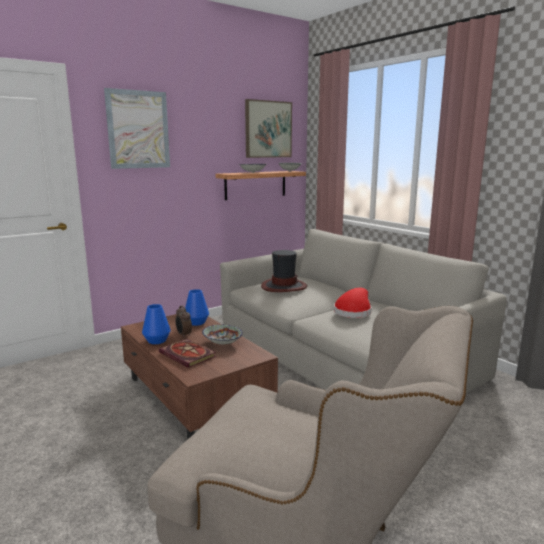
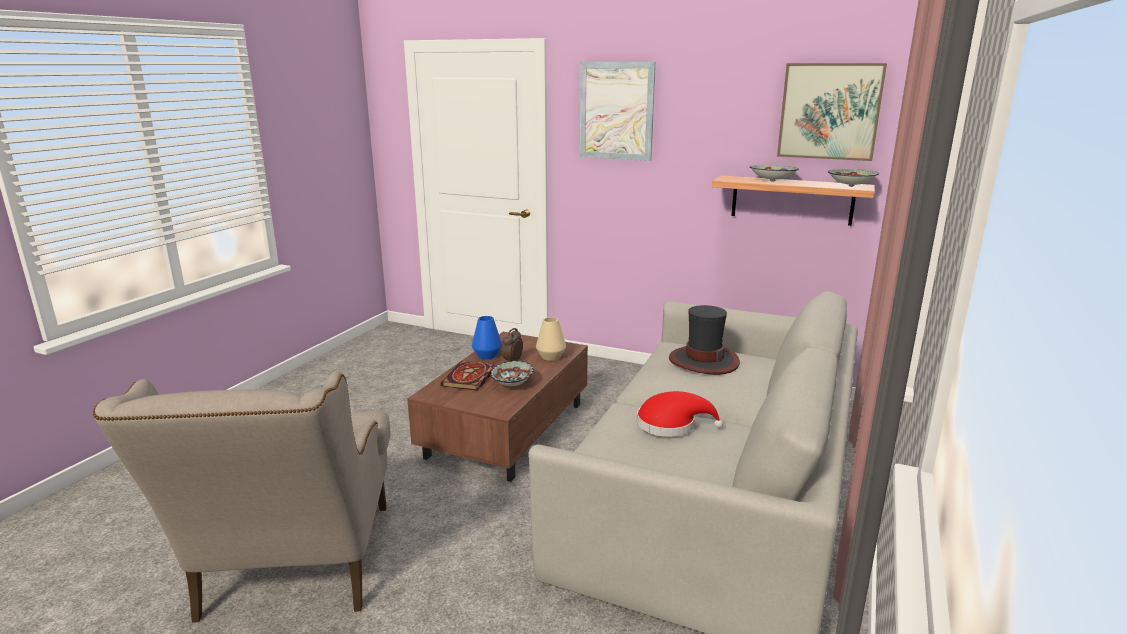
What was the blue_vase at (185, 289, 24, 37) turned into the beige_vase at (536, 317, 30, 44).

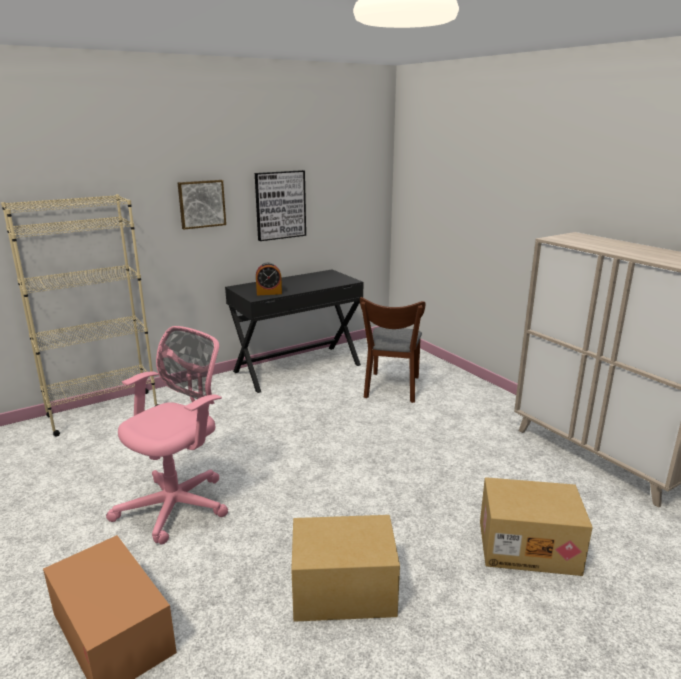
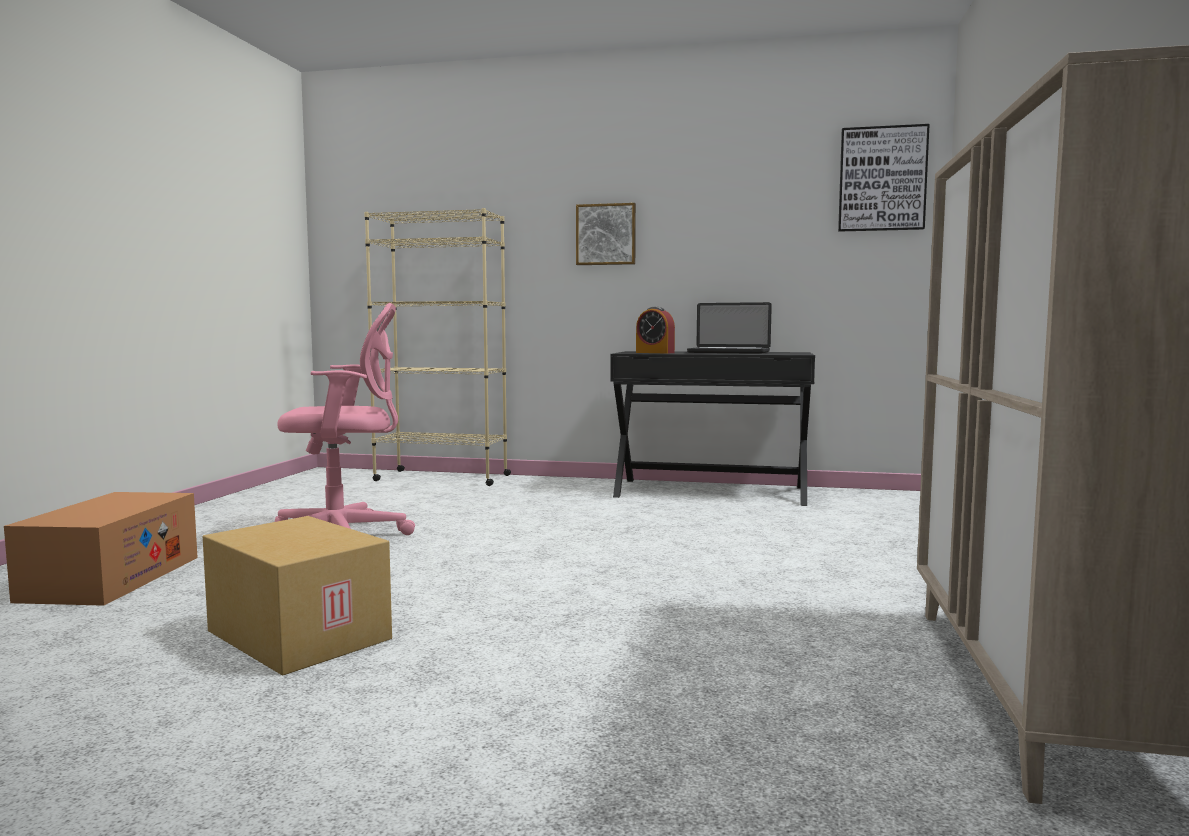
The second view gained the laptop at (687, 302, 85, 52). The picture ended up elsewhere, having gone from (255, 170, 51, 71) to (838, 124, 92, 108). The second view lost the brown_chair at (360, 297, 65, 106). The second view lost the cardboard_box at (480, 477, 113, 99).

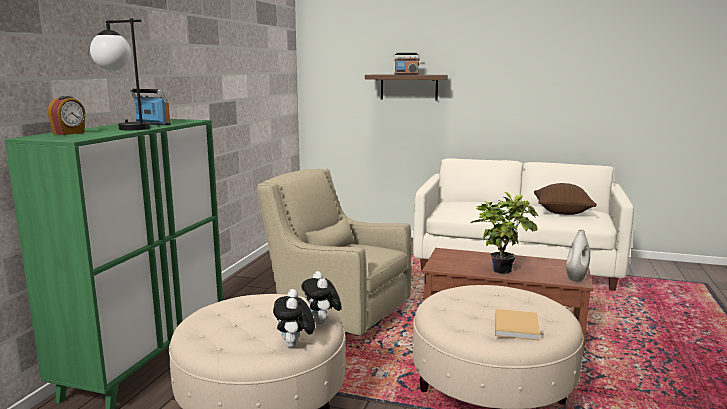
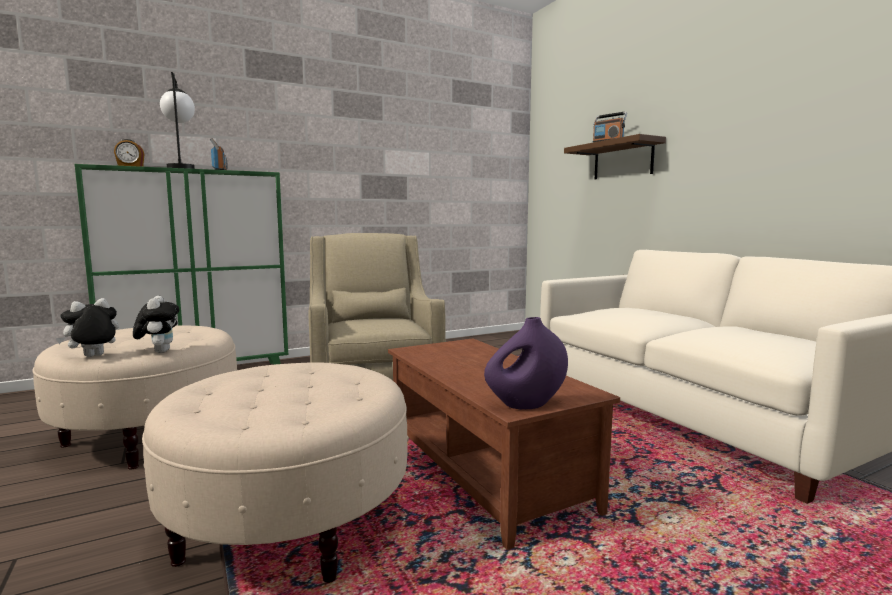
The plush_toy at (301, 271, 41, 54) ended up facing another way, 135 degrees clockwise from before. What was the white_vase at (566, 229, 24, 52) turned into the purple_vase at (484, 317, 84, 93). The second view lost the potted_plant at (470, 192, 68, 82). The second view lost the beige_book at (495, 309, 45, 32). The second view lost the brown_pillow at (534, 183, 62, 32).

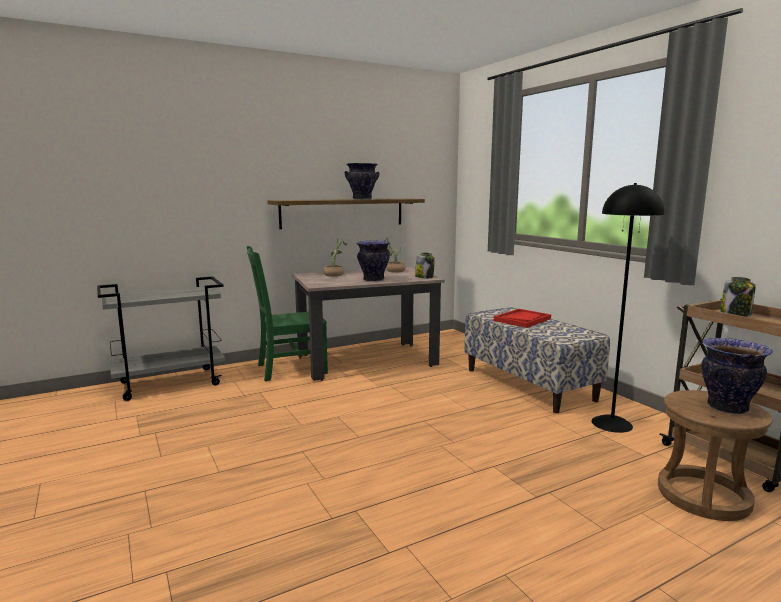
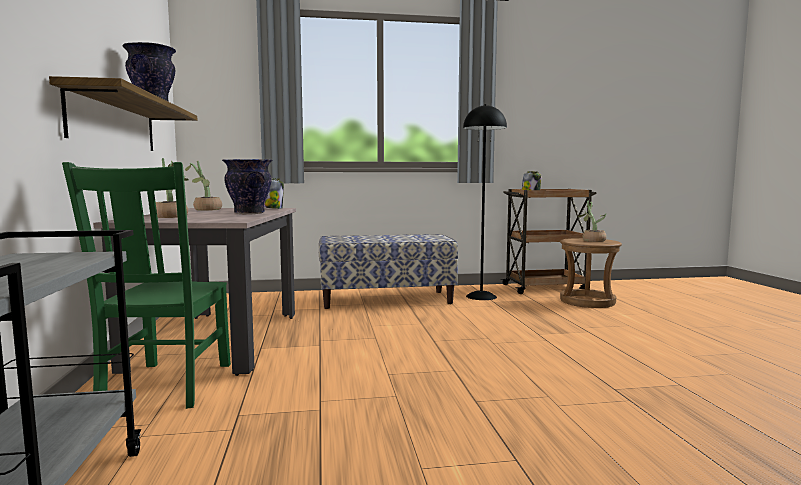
Where the vase stood at (701, 338, 72, 76), the potted_plant came to stand at (578, 200, 29, 42). The second view lost the red_tray at (494, 309, 57, 19).

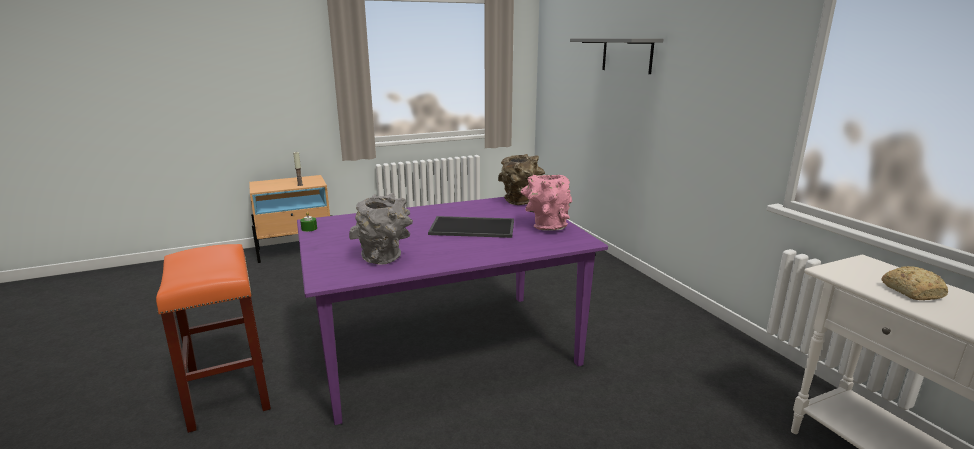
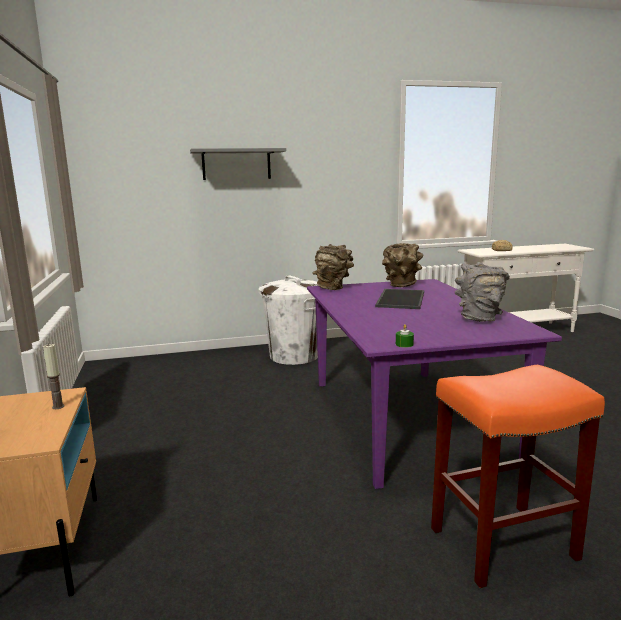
The second view gained the white_trash_can at (259, 275, 59, 90). What was the pink_vase at (521, 175, 51, 56) turned into the brown_vase at (382, 243, 41, 44).

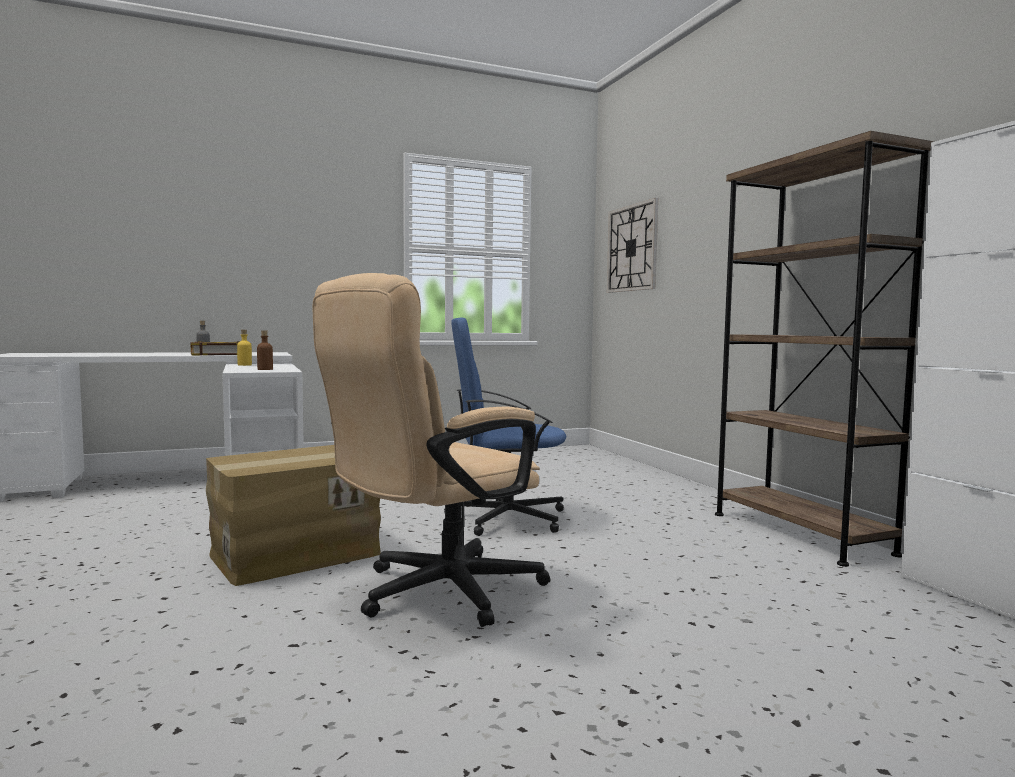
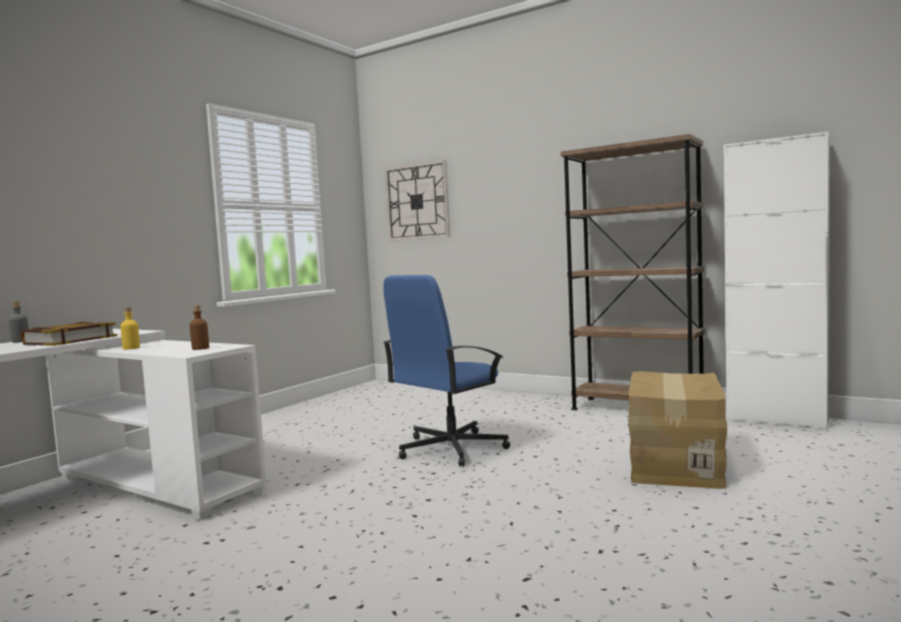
The cardboard_box ended up elsewhere, having gone from (206, 445, 175, 141) to (628, 371, 99, 118). The second view lost the beige_office_chair at (312, 273, 238, 354).

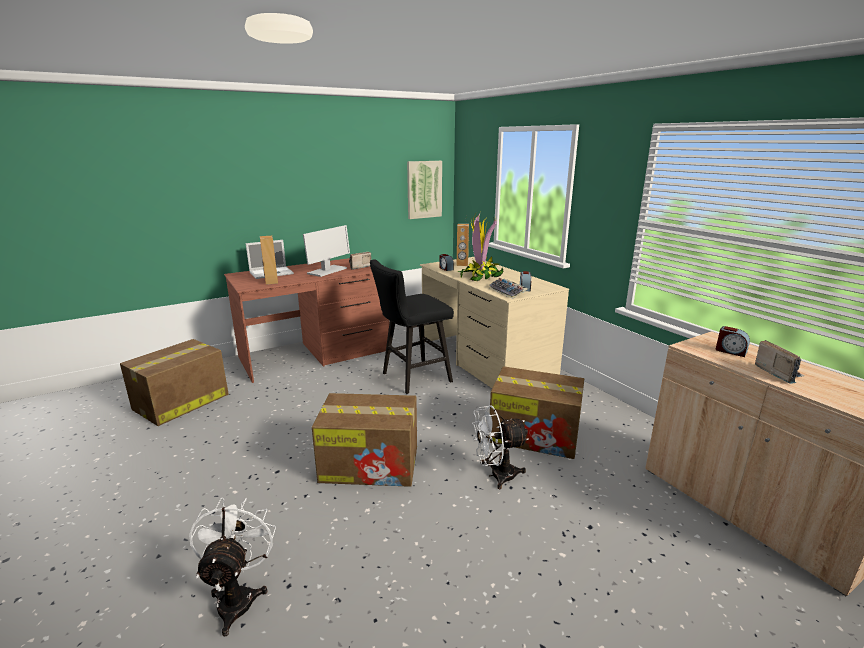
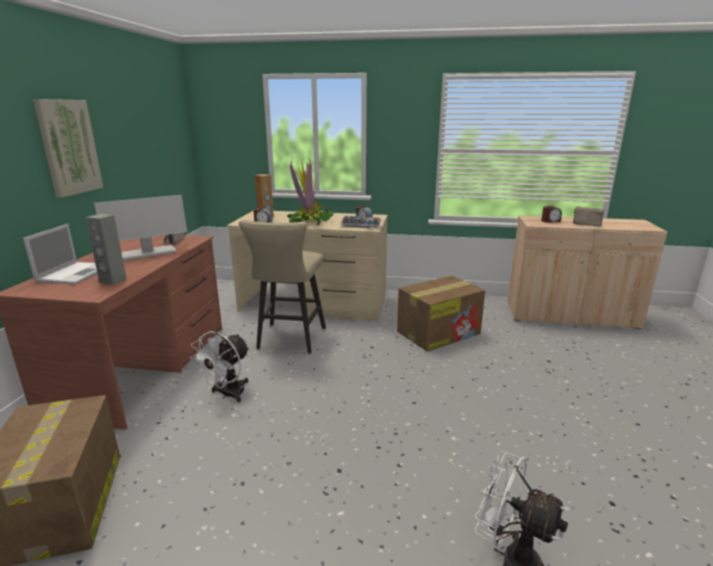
The picture ended up elsewhere, having gone from (407, 161, 35, 58) to (33, 99, 70, 99). What was the brown_speaker at (260, 236, 18, 49) turned into the grey_speaker at (85, 214, 42, 71). The monitor at (303, 225, 47, 52) ended up facing another way, 75 degrees clockwise from before. The white_fan ended up elsewhere, having gone from (472, 405, 57, 84) to (190, 331, 60, 71). What was the black_stool at (370, 260, 84, 134) turned into the beige_stool at (239, 220, 87, 133). The second view lost the cardboard_box at (312, 393, 105, 94).

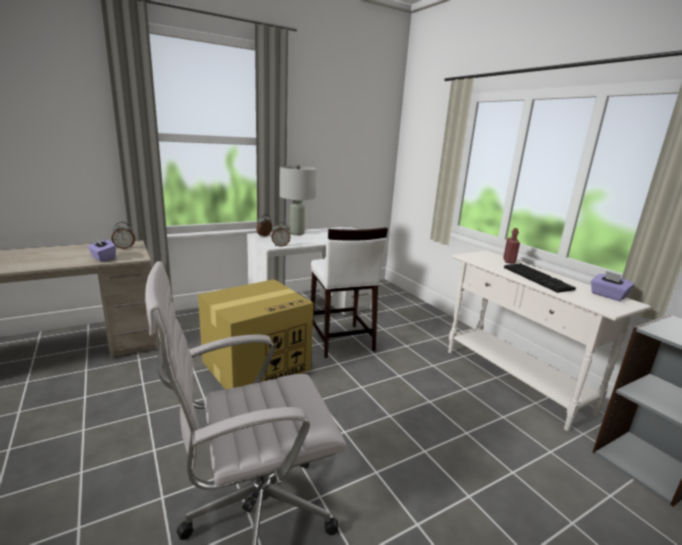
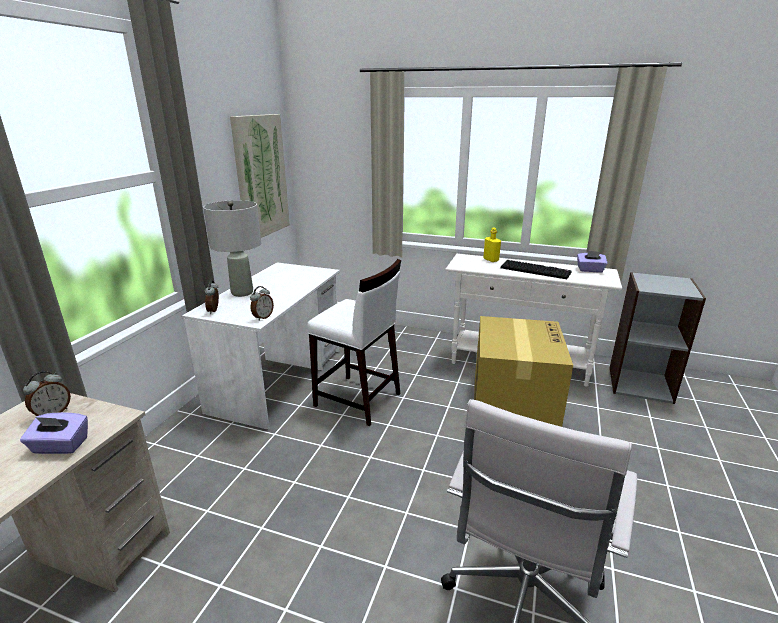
The second view gained the picture at (230, 114, 60, 124). The cardboard_box ended up elsewhere, having gone from (198, 279, 116, 111) to (474, 316, 99, 111). What was the red_bottle at (503, 228, 17, 36) turned into the yellow_bottle at (483, 228, 18, 34).

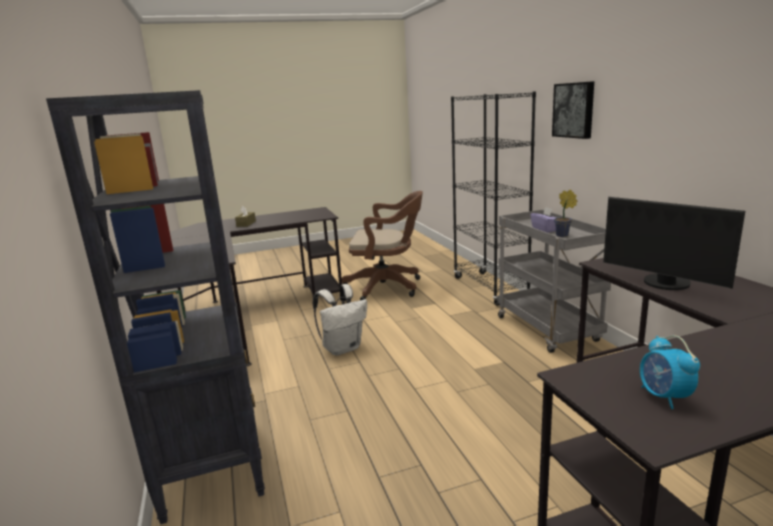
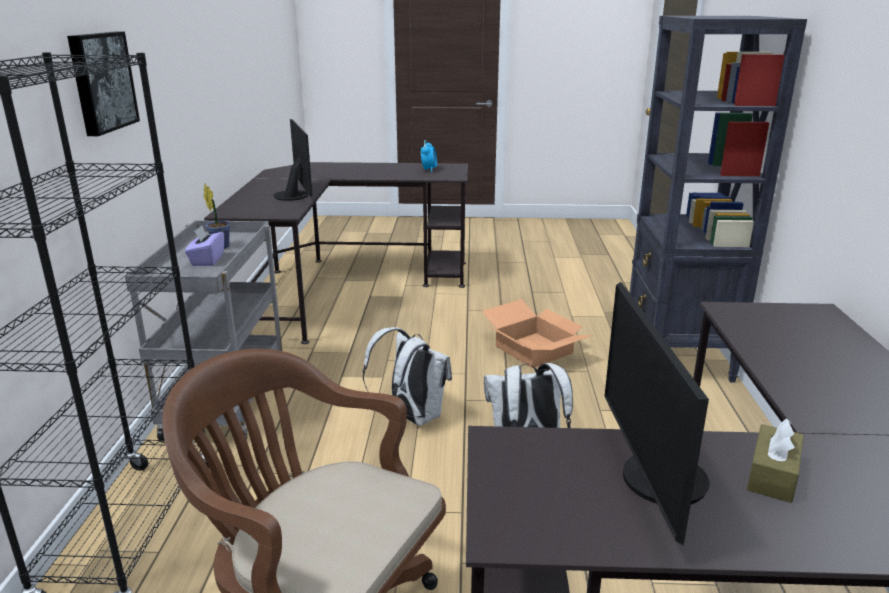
The second view gained the white_backpack at (362, 327, 90, 99). The second view gained the cardboard_box at (482, 299, 111, 69). The second view gained the monitor at (605, 282, 105, 264).

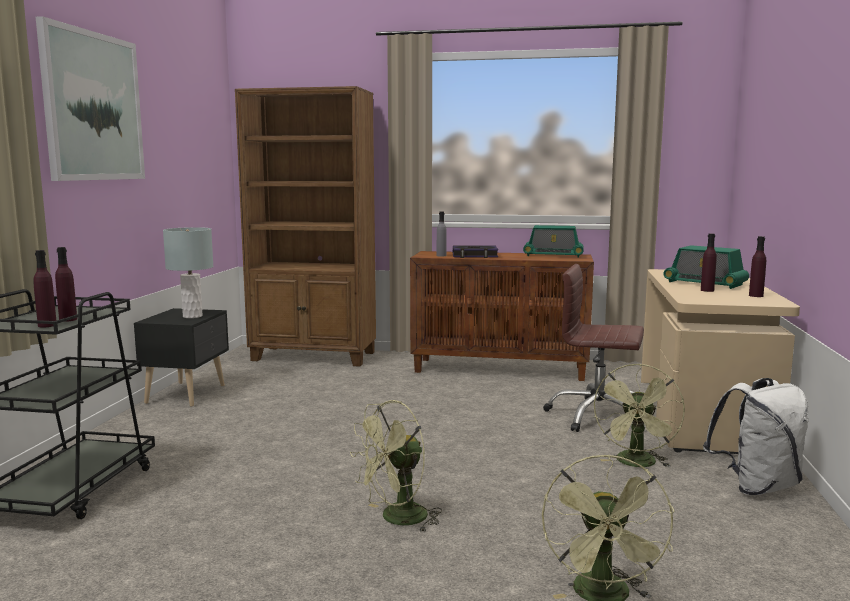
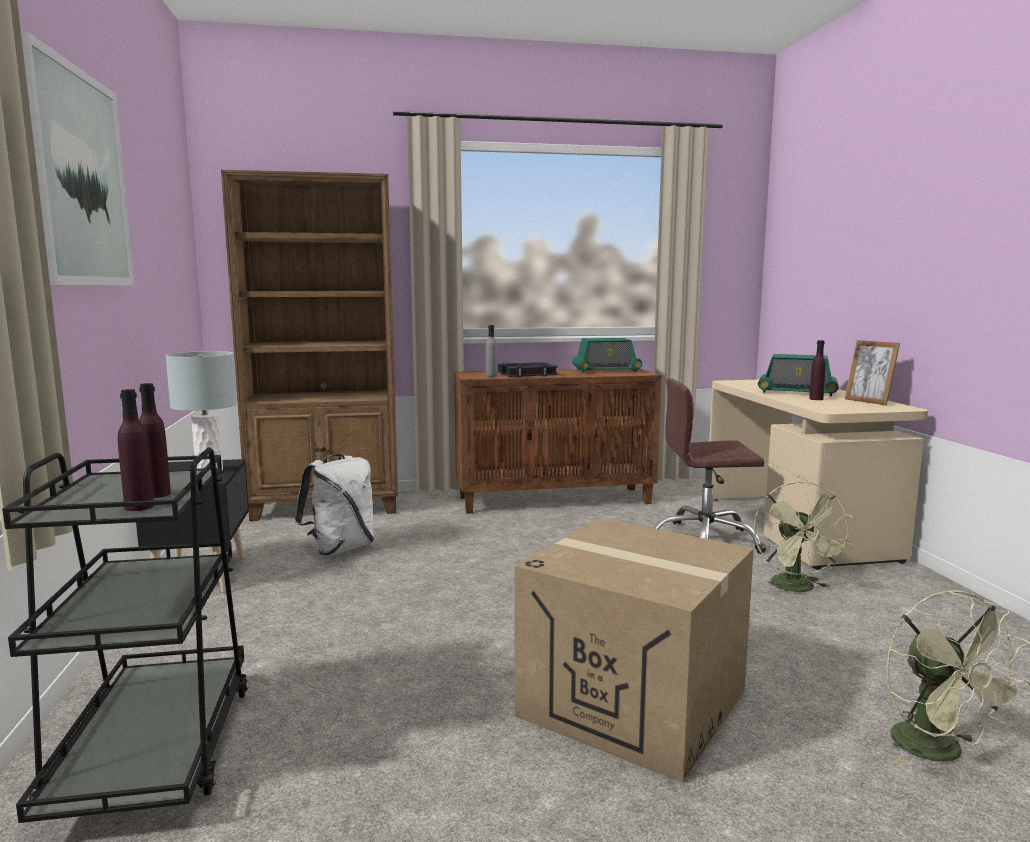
The white_backpack ended up elsewhere, having gone from (703, 378, 106, 117) to (295, 454, 79, 102). Where the green_fan stood at (350, 400, 92, 131), the cardboard_box came to stand at (514, 518, 240, 265). Where the purple_bottle stood at (749, 236, 17, 61), the picture_frame came to stand at (845, 340, 55, 65).

